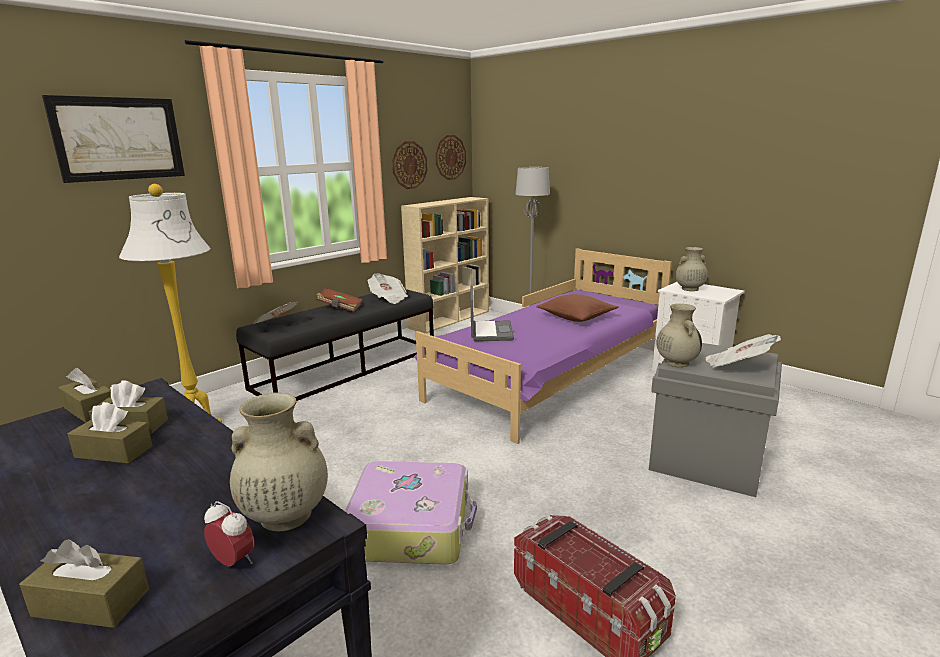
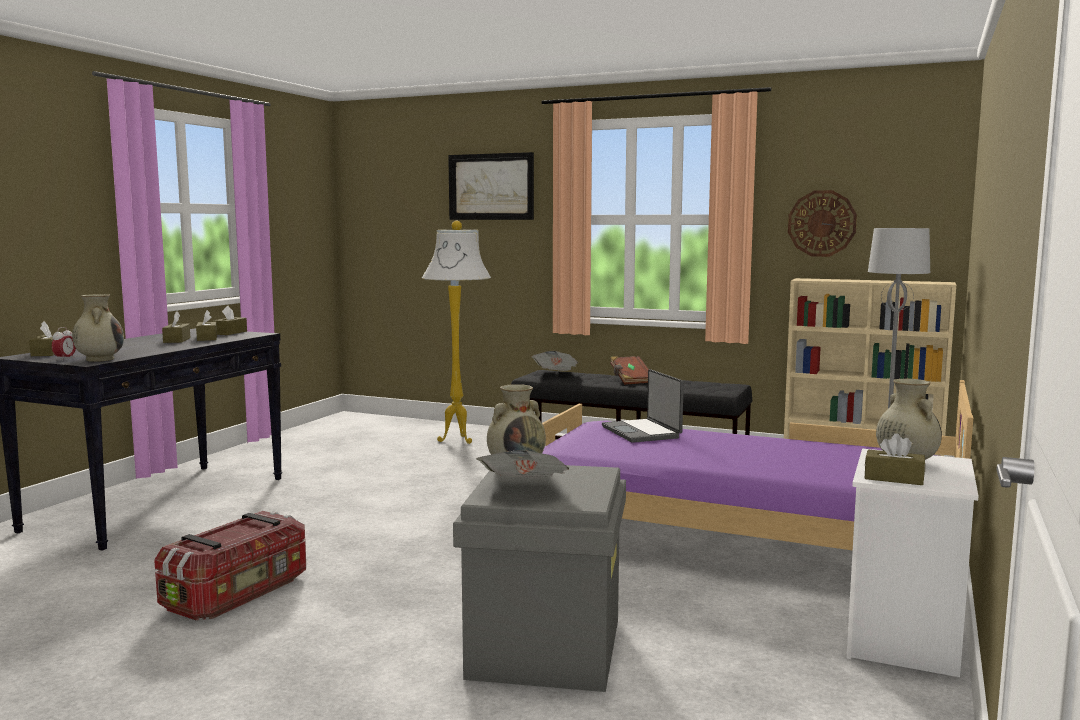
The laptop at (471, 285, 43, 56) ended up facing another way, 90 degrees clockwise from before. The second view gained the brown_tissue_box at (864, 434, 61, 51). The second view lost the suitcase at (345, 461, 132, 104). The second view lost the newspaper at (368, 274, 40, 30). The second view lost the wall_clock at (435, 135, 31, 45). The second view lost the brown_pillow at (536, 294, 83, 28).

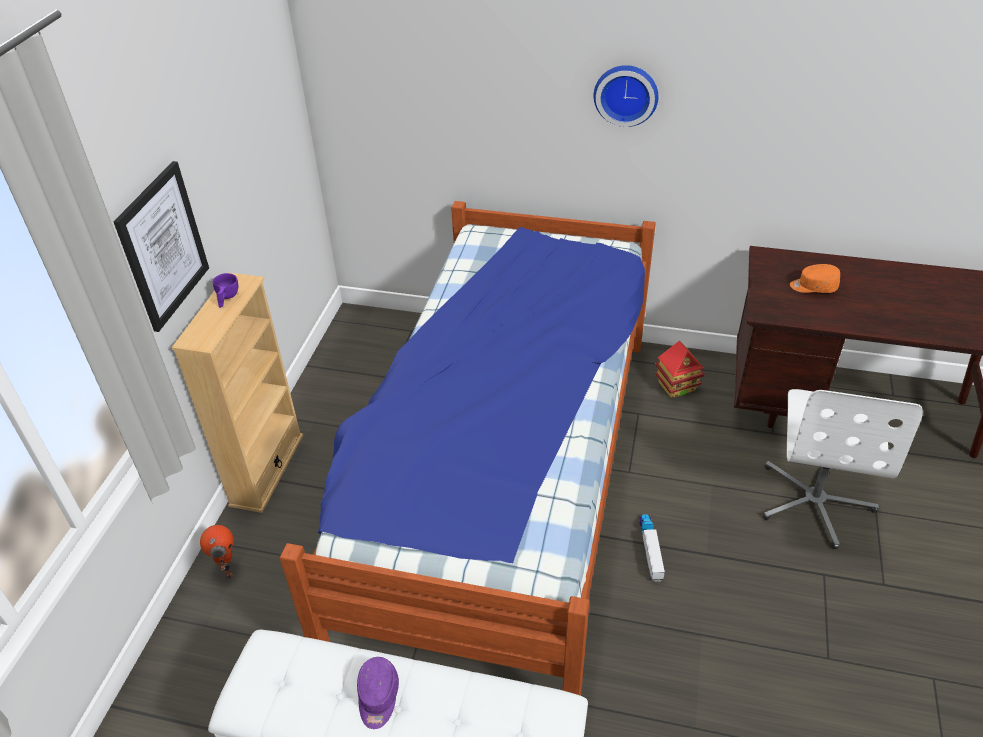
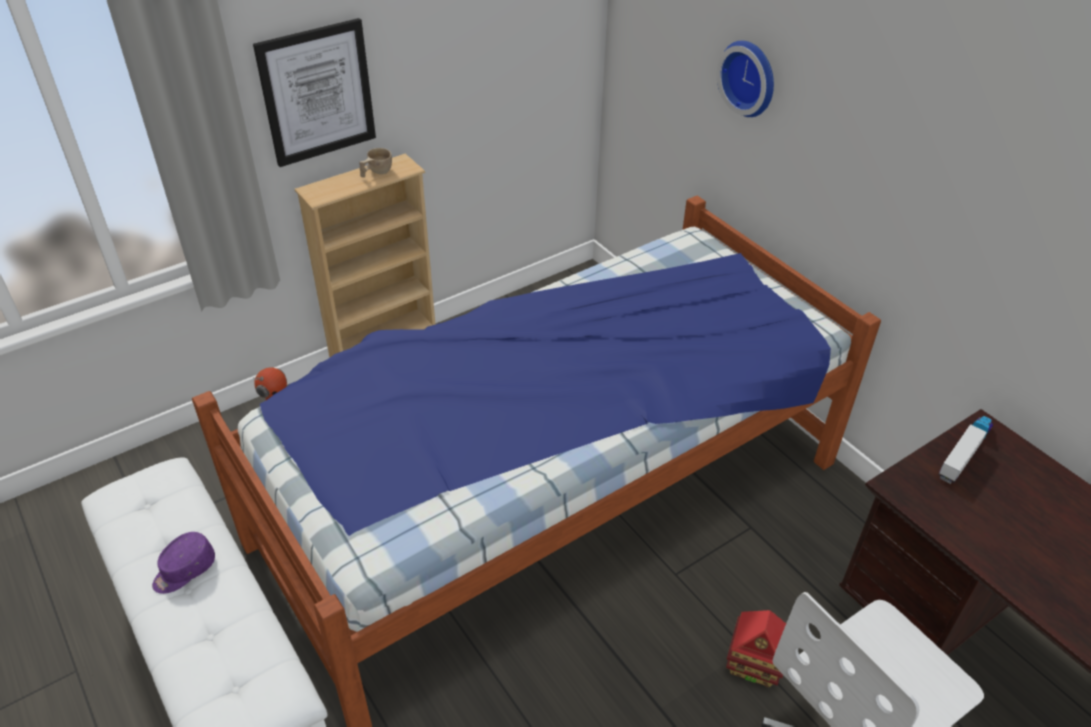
What was the purple_cup at (213, 273, 25, 35) turned into the beige_cup at (359, 148, 33, 29). The wall_clock ended up elsewhere, having gone from (594, 65, 64, 62) to (717, 41, 57, 76). The toy_house ended up elsewhere, having gone from (655, 341, 49, 57) to (726, 610, 60, 78). The toy_truck ended up elsewhere, having gone from (639, 514, 26, 68) to (939, 416, 54, 68). The second view lost the orange_cap at (790, 264, 50, 29).

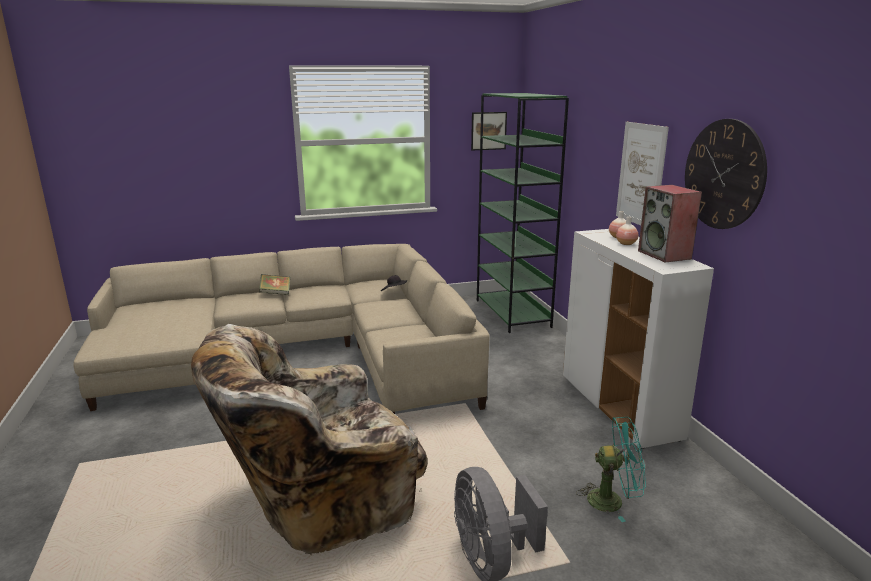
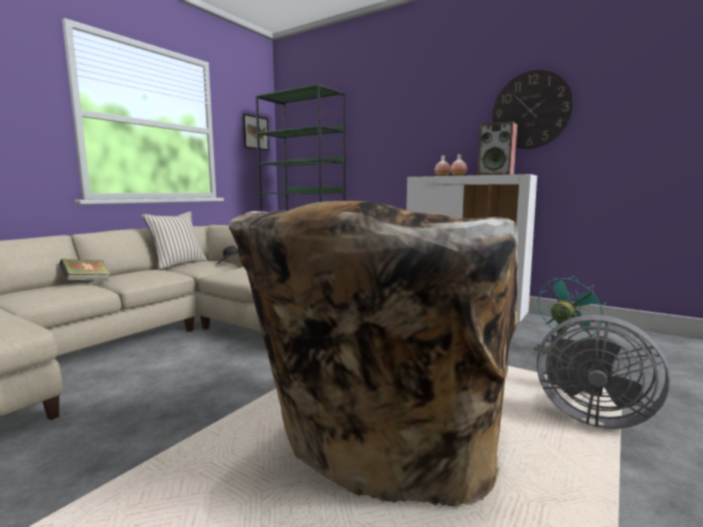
The second view gained the beige_pillow at (142, 211, 65, 58). The second view lost the picture at (616, 122, 53, 103).

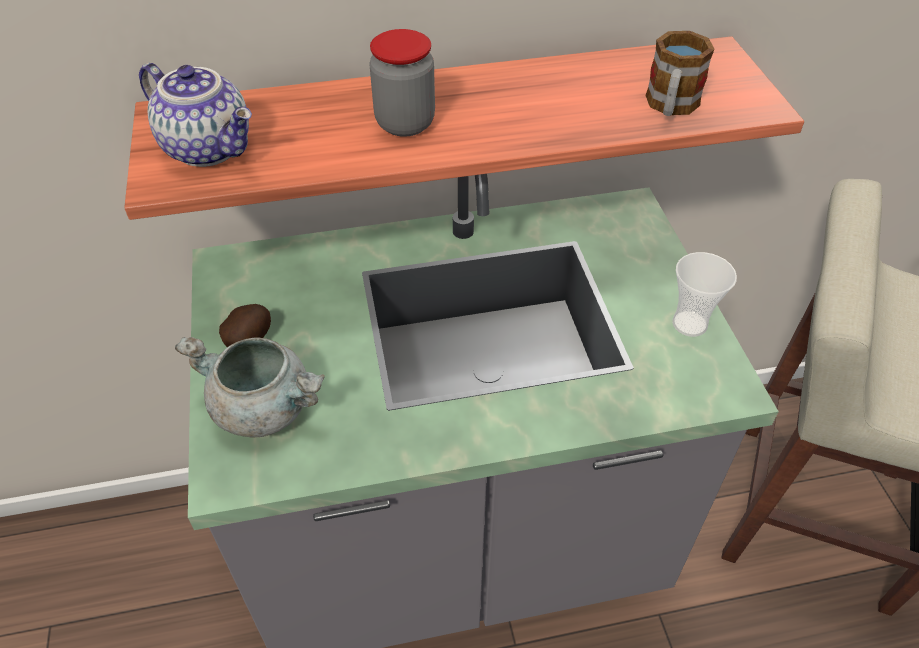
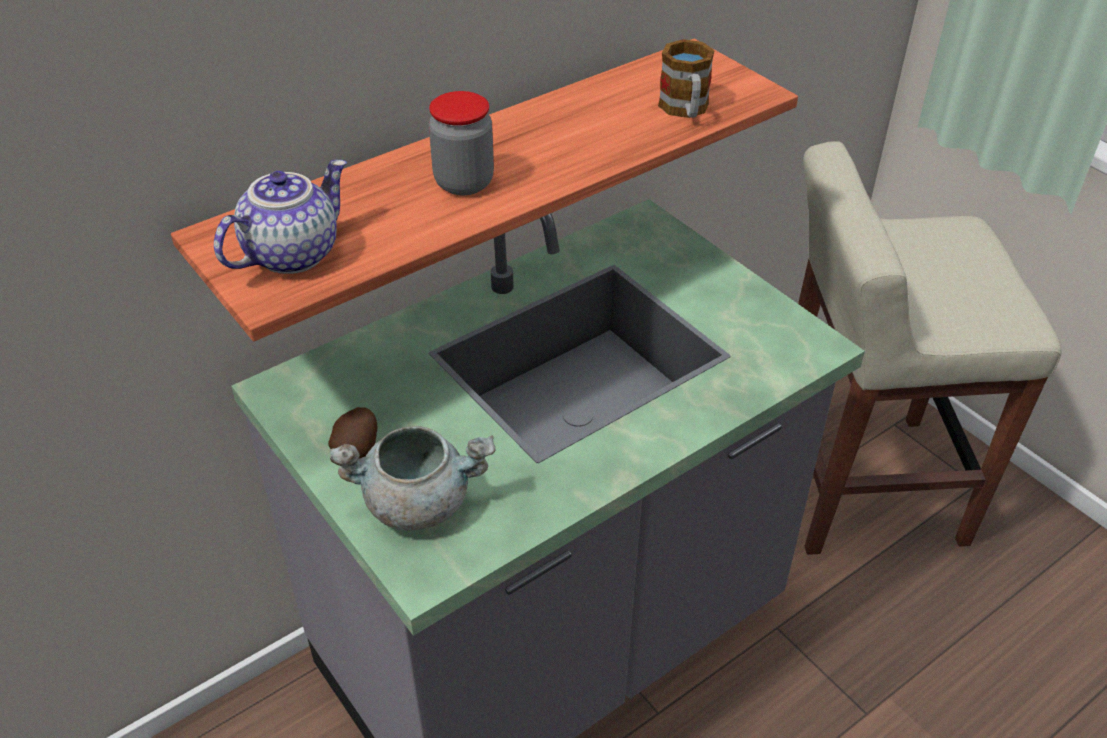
The teapot at (139, 63, 113, 104) ended up facing another way, 60 degrees counterclockwise from before. The second view lost the cup at (672, 252, 65, 85).

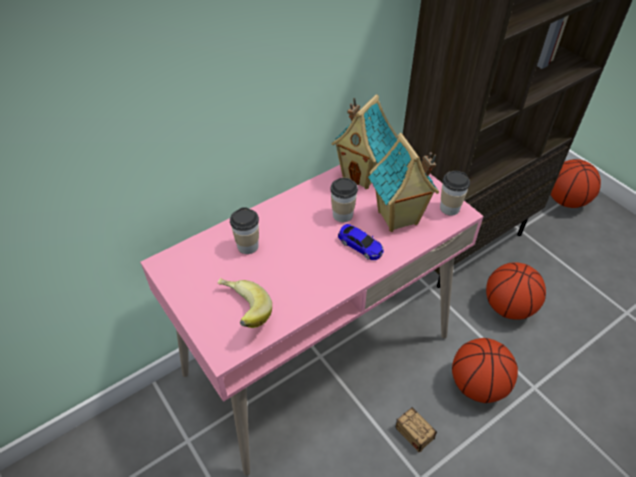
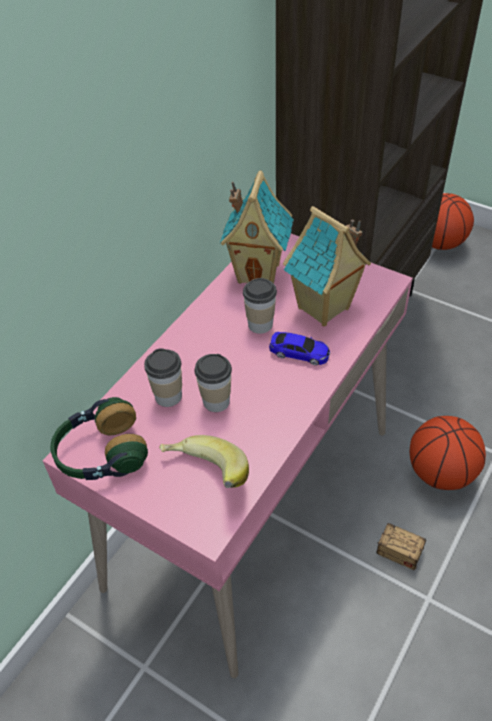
The second view gained the headphones at (50, 397, 98, 83). The cup ended up elsewhere, having gone from (440, 171, 30, 45) to (194, 354, 38, 58). The second view lost the basketball at (486, 263, 60, 57).

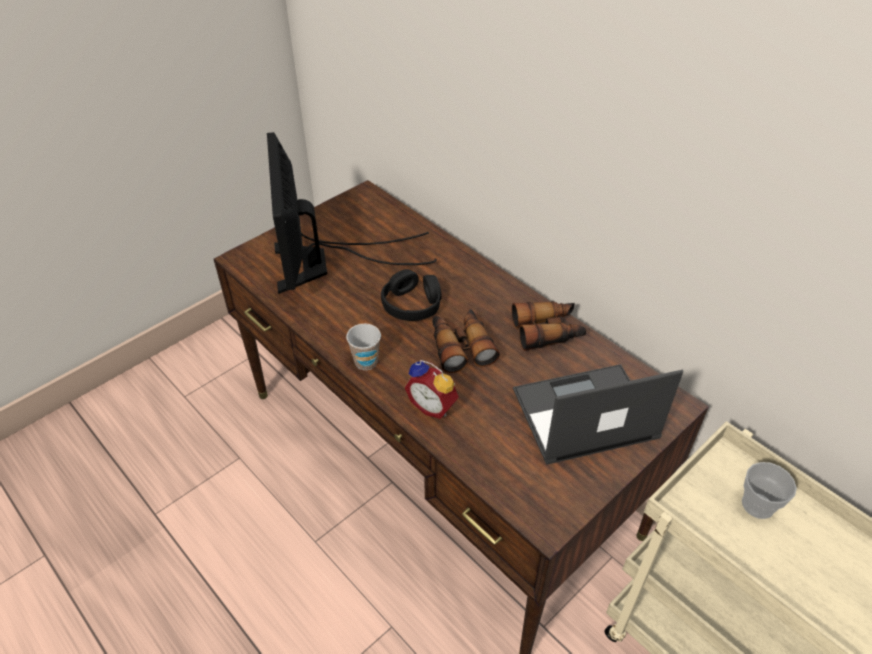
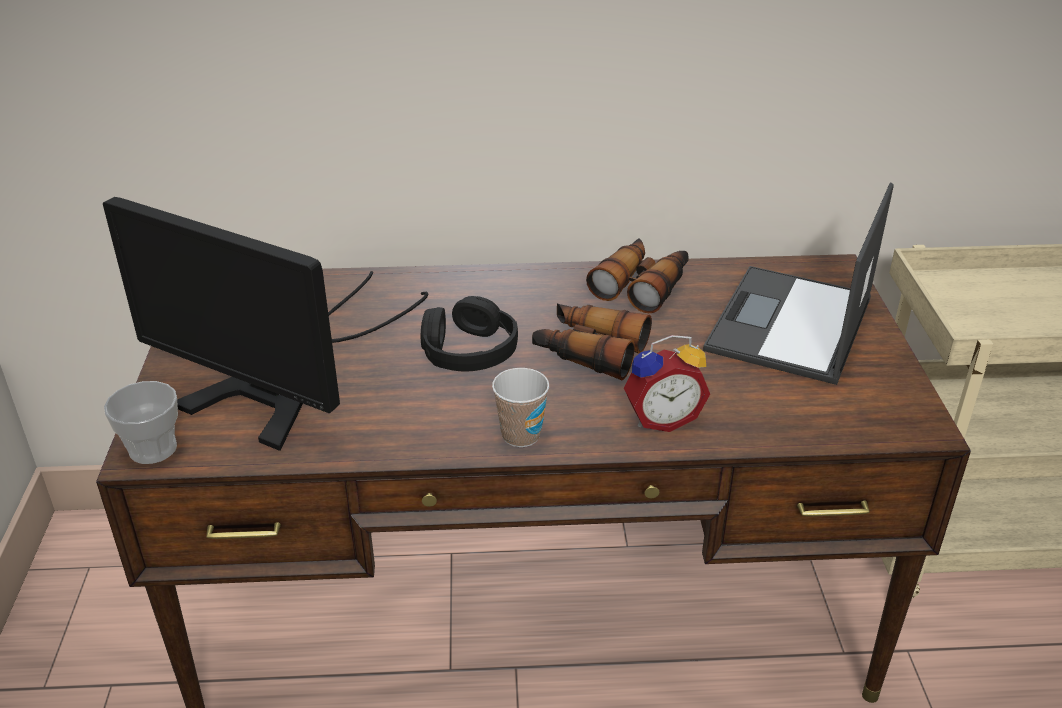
The cup ended up elsewhere, having gone from (742, 462, 55, 57) to (104, 381, 74, 83).

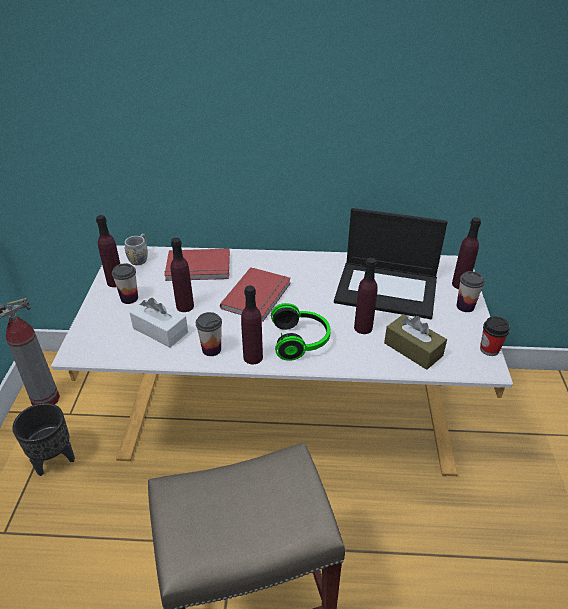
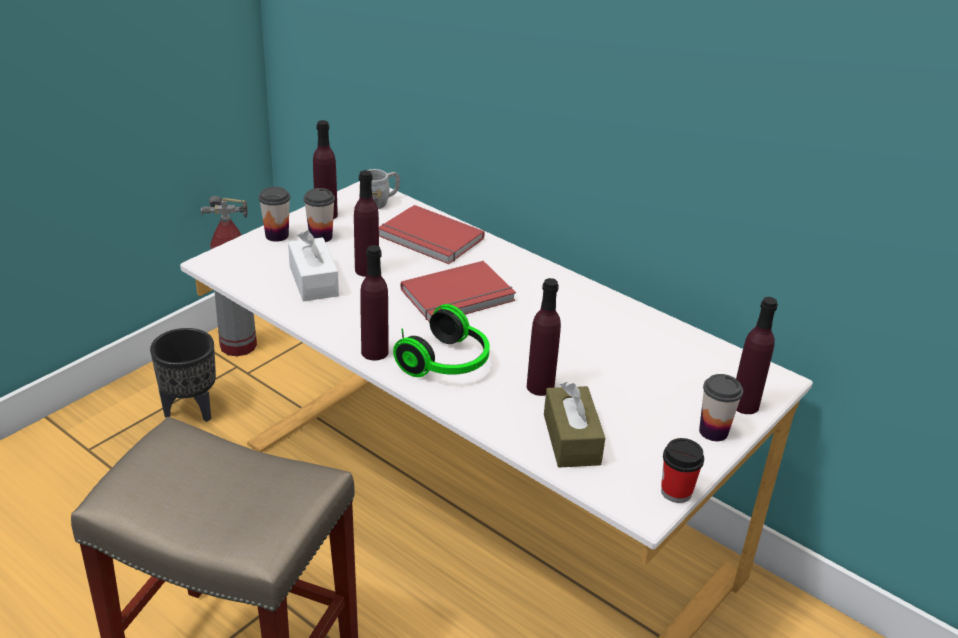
The cup ended up elsewhere, having gone from (196, 312, 26, 44) to (259, 187, 31, 55). The second view lost the laptop at (334, 208, 114, 111).

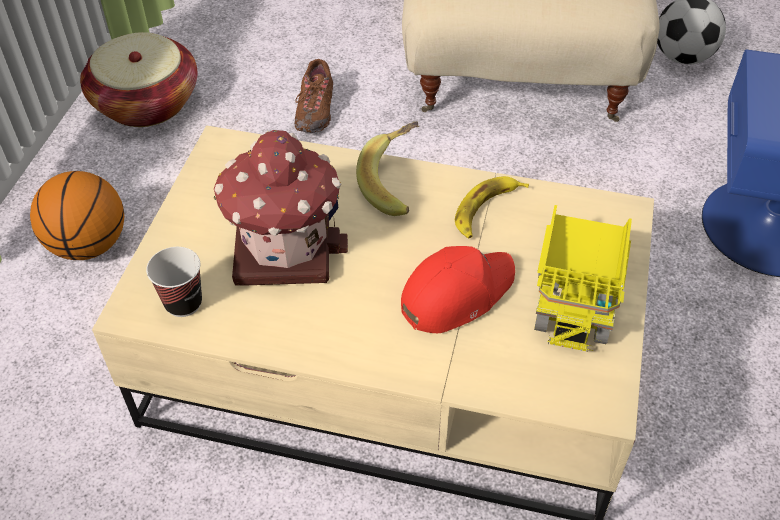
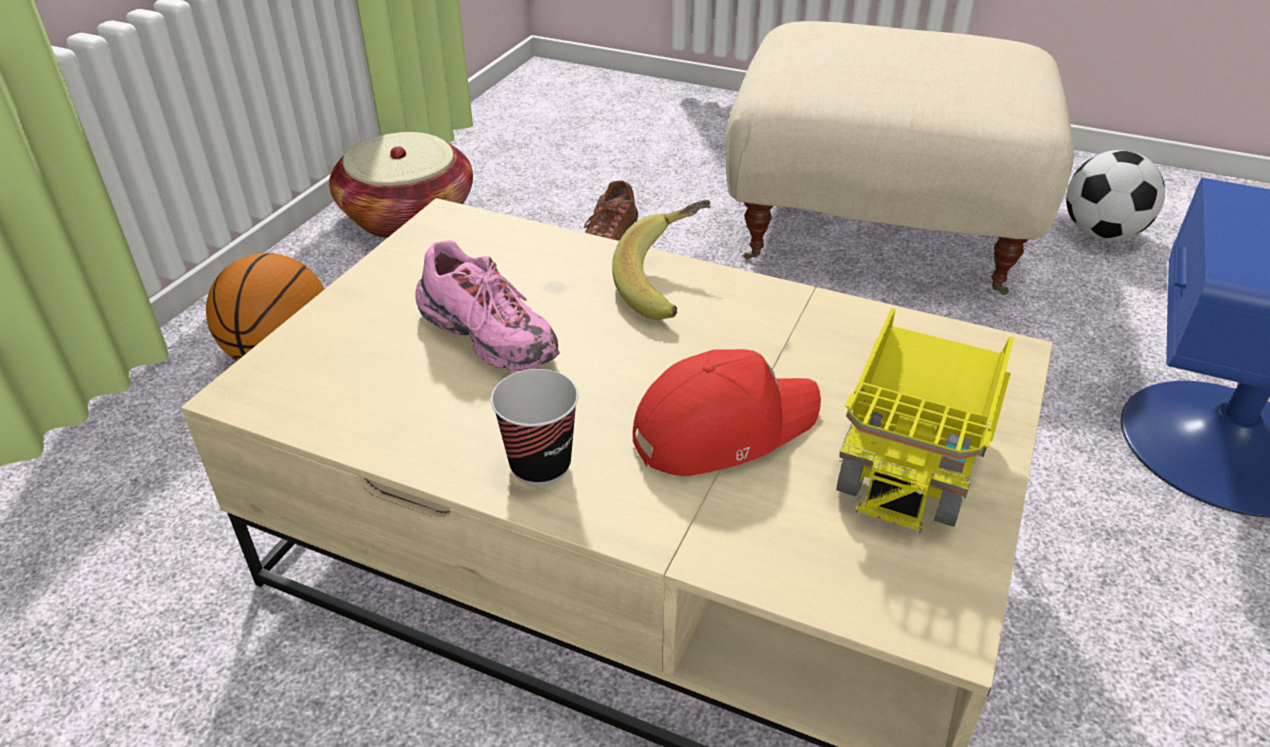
Where the toy_house stood at (214, 130, 134, 156), the pink_shoe came to stand at (415, 240, 145, 131). The cup ended up elsewhere, having gone from (146, 247, 56, 70) to (491, 369, 87, 117). The second view lost the banana at (455, 176, 74, 63).

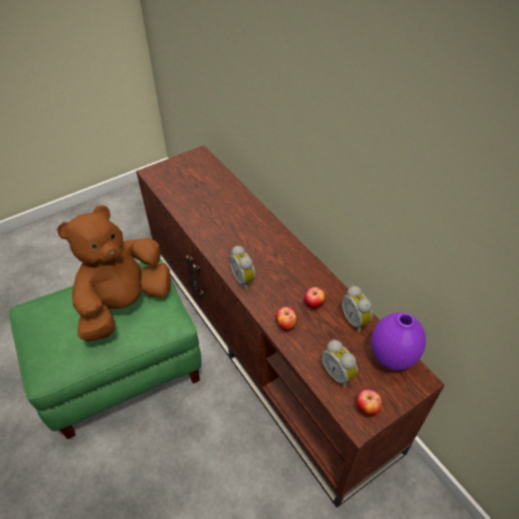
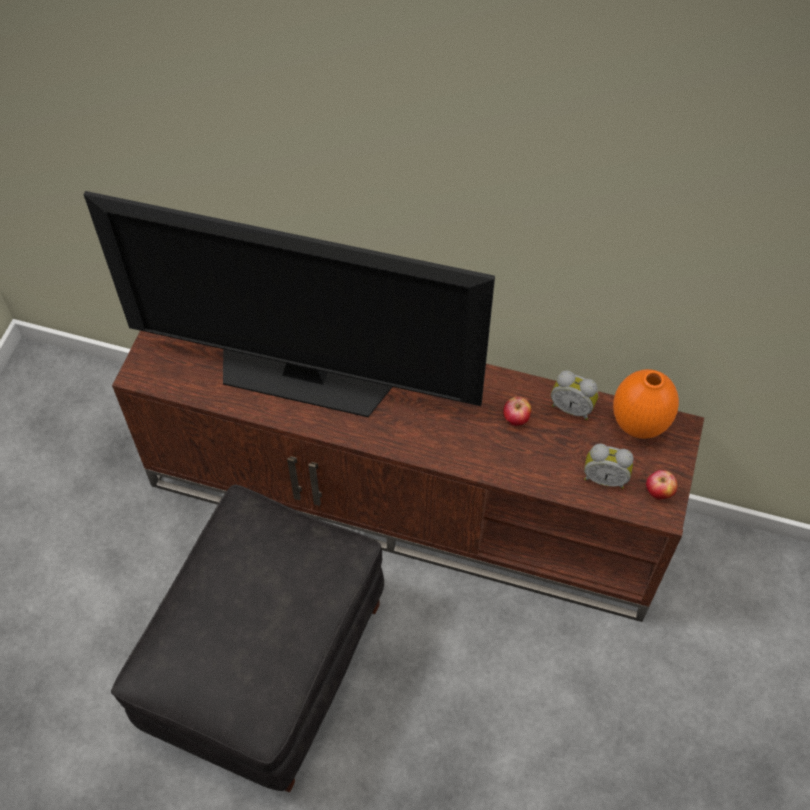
The second view gained the television at (83, 191, 412, 226). What was the green_ottoman at (9, 258, 192, 181) turned into the black_ottoman at (111, 485, 273, 307). What was the purple_vase at (371, 313, 55, 57) turned into the orange_vase at (613, 369, 66, 70). The second view lost the brown_plush_toy at (57, 205, 114, 137). The second view lost the alarm_clock at (229, 246, 27, 45). The second view lost the apple at (275, 307, 22, 24).

